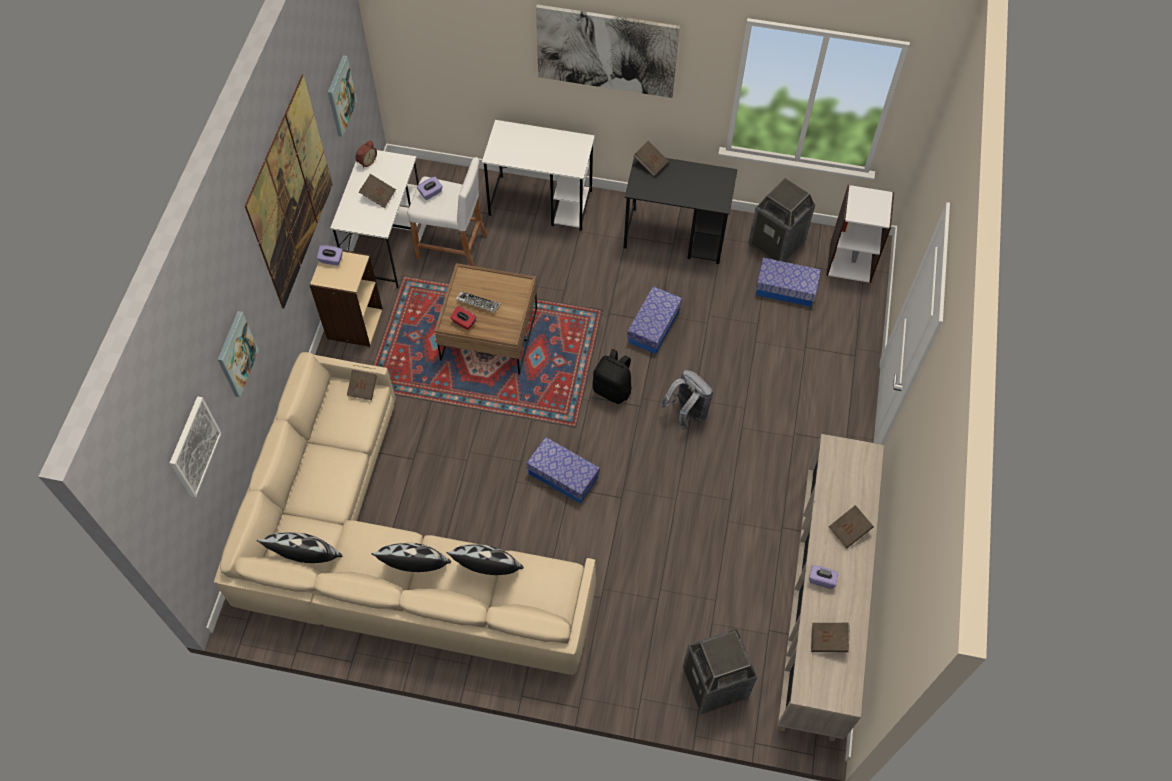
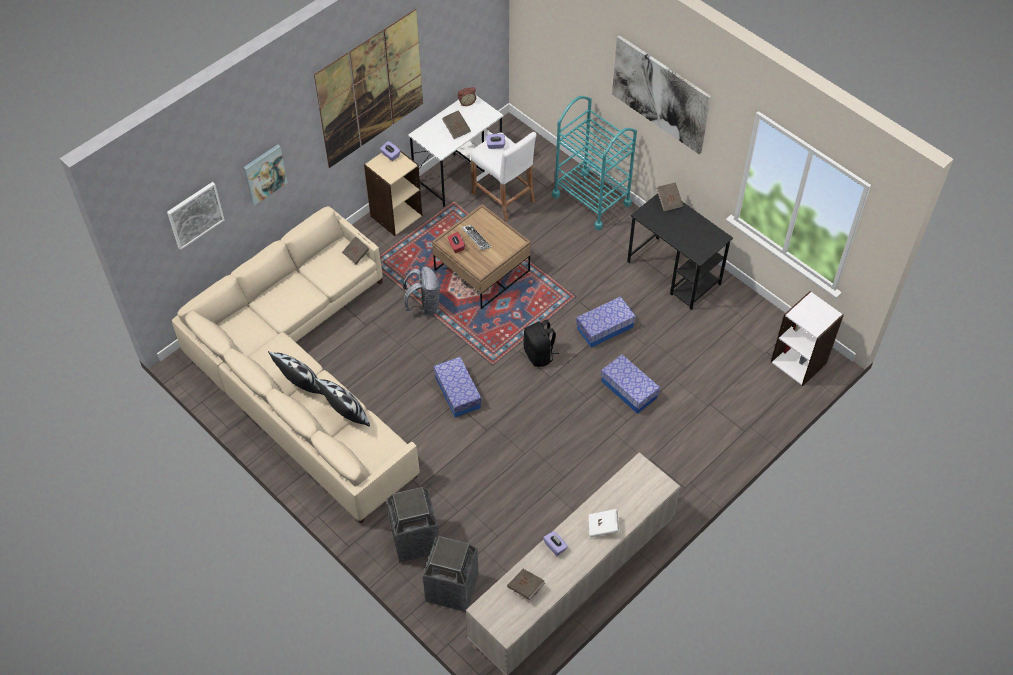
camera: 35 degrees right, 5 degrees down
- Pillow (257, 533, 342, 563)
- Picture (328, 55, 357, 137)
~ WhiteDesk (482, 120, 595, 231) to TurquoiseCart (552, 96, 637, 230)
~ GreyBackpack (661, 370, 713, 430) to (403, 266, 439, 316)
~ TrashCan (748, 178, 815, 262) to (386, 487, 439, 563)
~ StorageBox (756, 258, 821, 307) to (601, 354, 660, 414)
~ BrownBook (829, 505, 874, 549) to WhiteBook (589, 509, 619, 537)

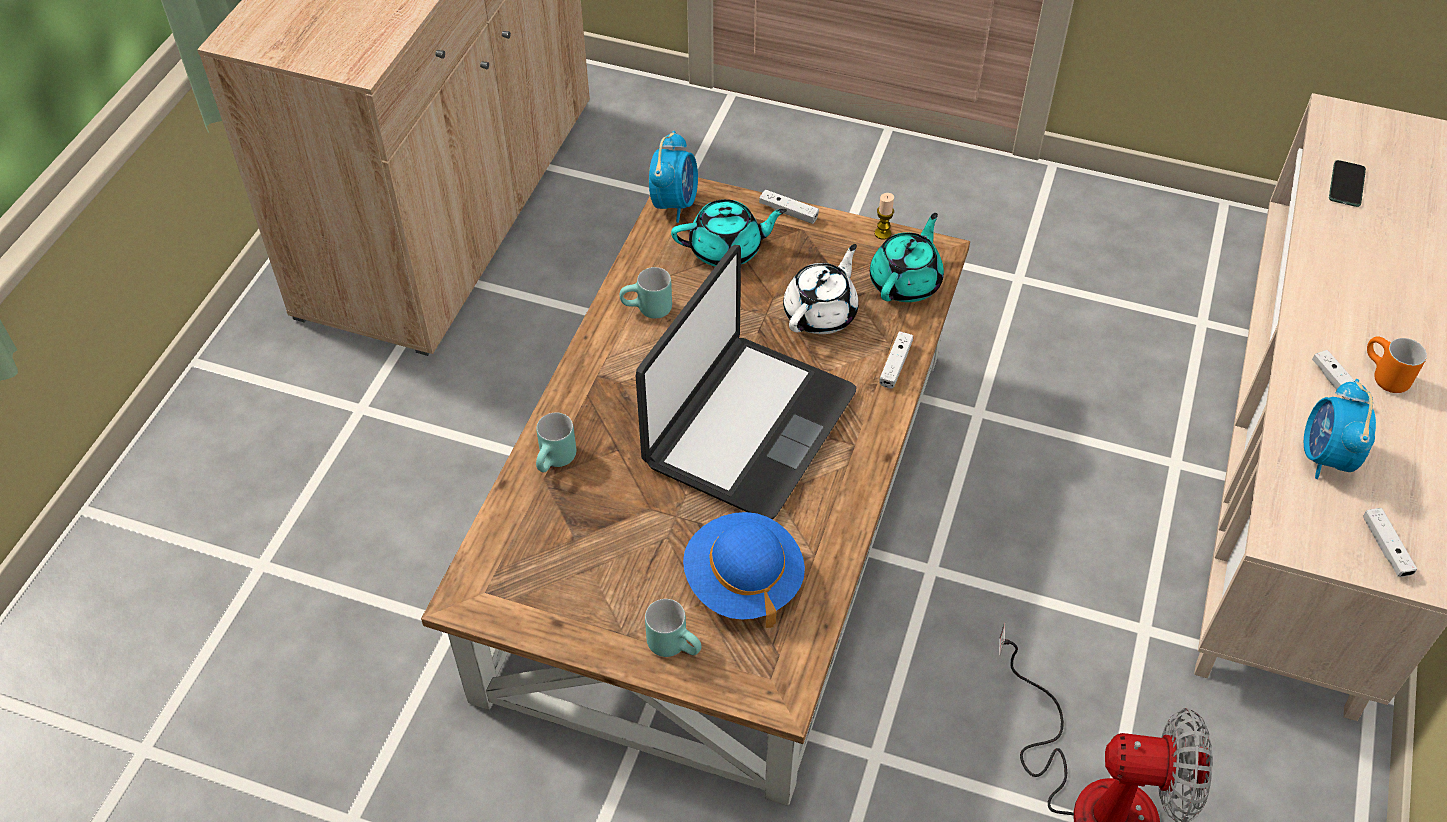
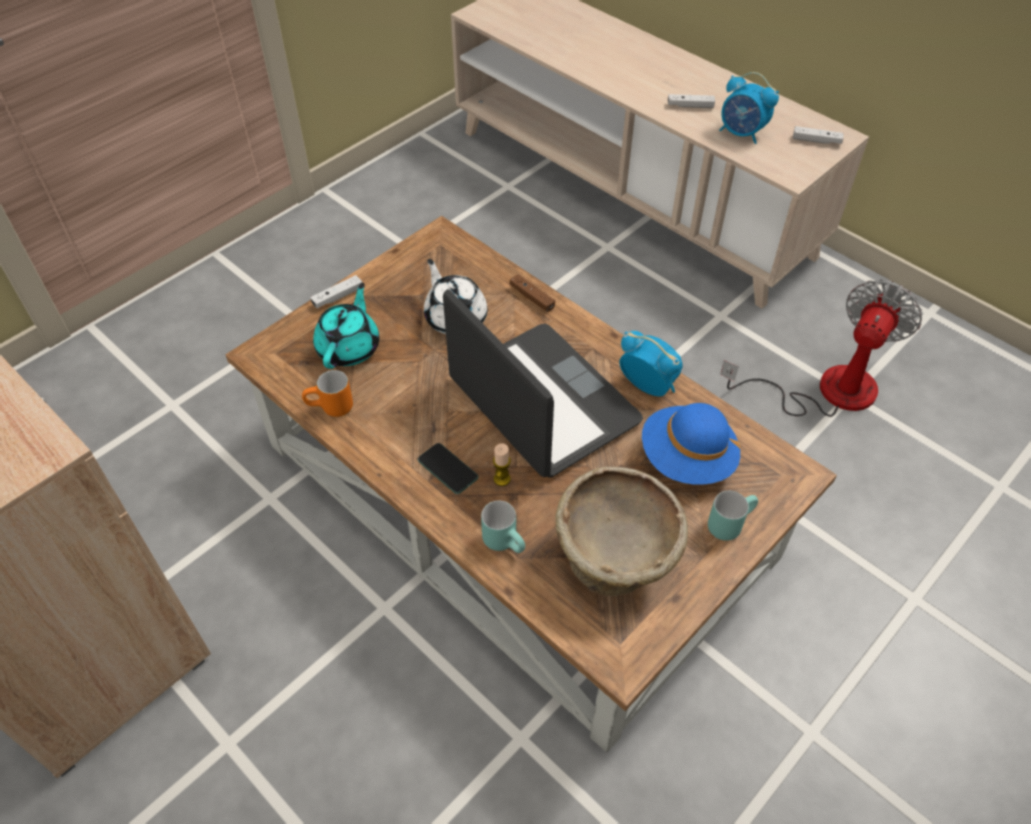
camera: 65 degrees left, 0 degrees up
- TurquoiseMug (619, 267, 672, 319)
~ AlarmClock (649, 131, 698, 223) to (619, 331, 683, 396)
- TurquoiseTeapot (870, 213, 944, 302)
~ Candle (875, 193, 894, 240) to (493, 443, 511, 486)
~ WhiteGameController (879, 331, 913, 388) to BrownGameController (510, 274, 555, 312)
~ Phone (1329, 160, 1366, 207) to (417, 443, 479, 494)
~ OrangeMug (1367, 336, 1427, 393) to (302, 370, 353, 417)
+ BeigeBowl (556, 467, 688, 596)

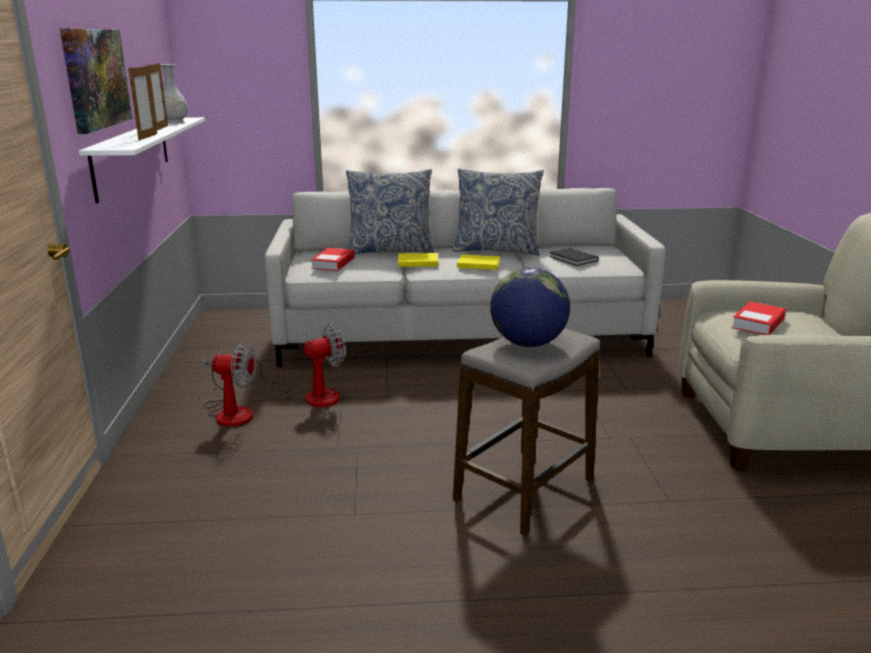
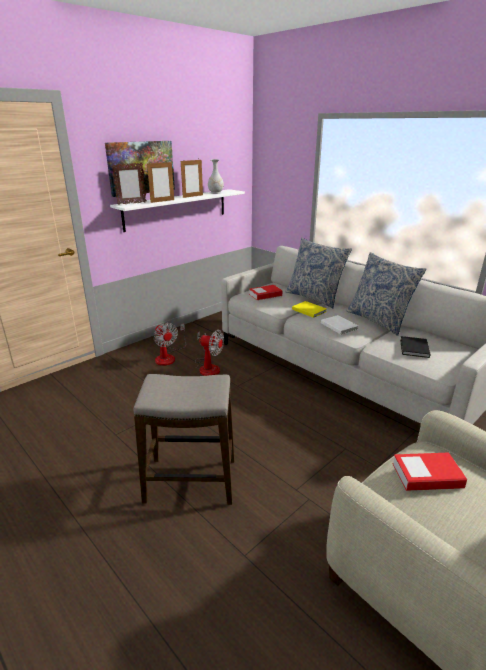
camera: 50 degrees right, 5 degrees up
~ YellowBook (457, 255, 500, 270) to WhiteBook (321, 315, 358, 334)
- Globe (490, 267, 570, 347)
+ PictureFrame (112, 162, 146, 205)

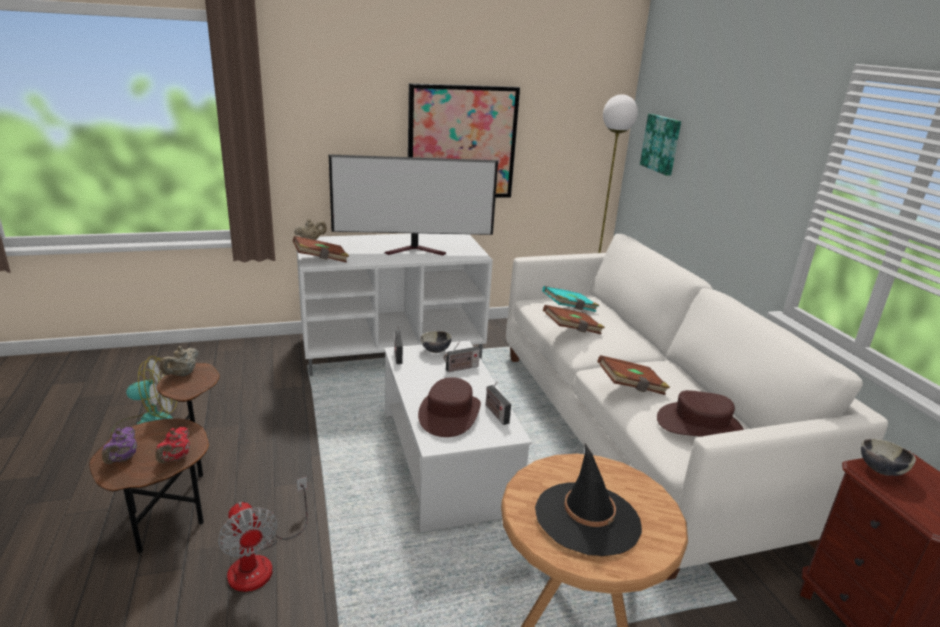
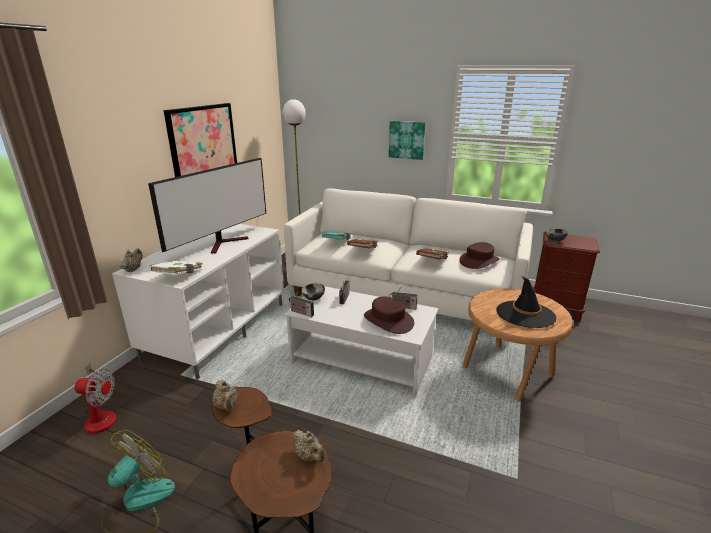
camera: 50 degrees left, 0 degrees up
- PurpleTeapot (102, 427, 137, 464)
~ RedTeapot (155, 427, 190, 463) to BeigeTeapot (293, 430, 325, 462)
~ Fan (218, 476, 307, 592) to (75, 363, 117, 434)
~ BrownBook (293, 236, 349, 263) to WhiteBook (148, 261, 203, 275)
~ Picture (640, 114, 681, 176) to (389, 121, 426, 160)

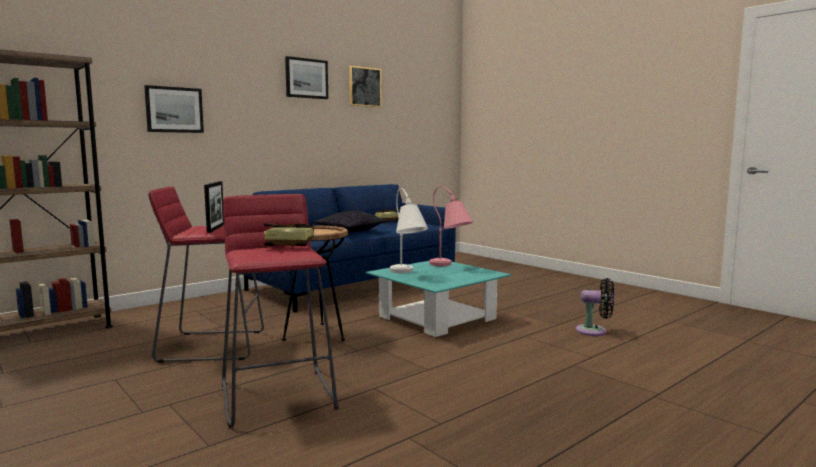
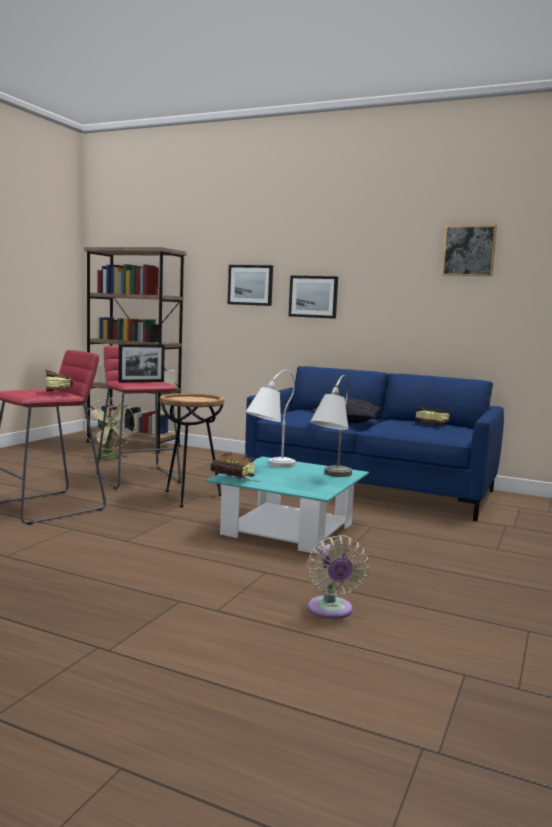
camera: 65 degrees right, 0 degrees up
~ Picture (285, 56, 328, 99) to (289, 276, 338, 319)
~ PinkTableLamp (429, 186, 473, 266) to GreyTableLamp (310, 375, 352, 477)
~ BlackFan (576, 278, 614, 336) to BeigeFan (307, 535, 369, 619)
+ GreenFan (83, 398, 136, 460)
+ Book (211, 452, 260, 482)

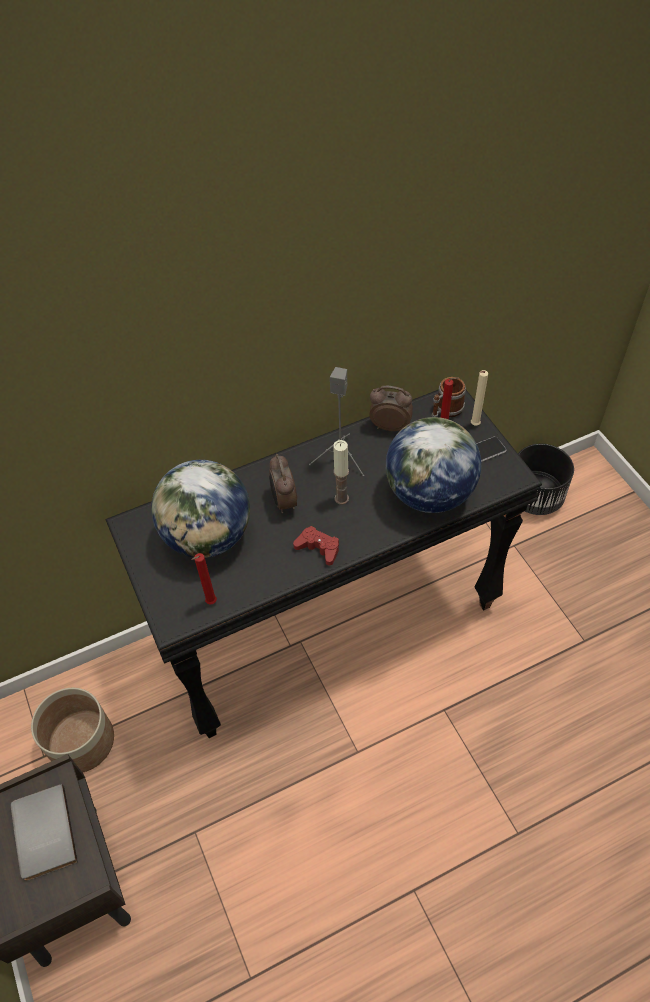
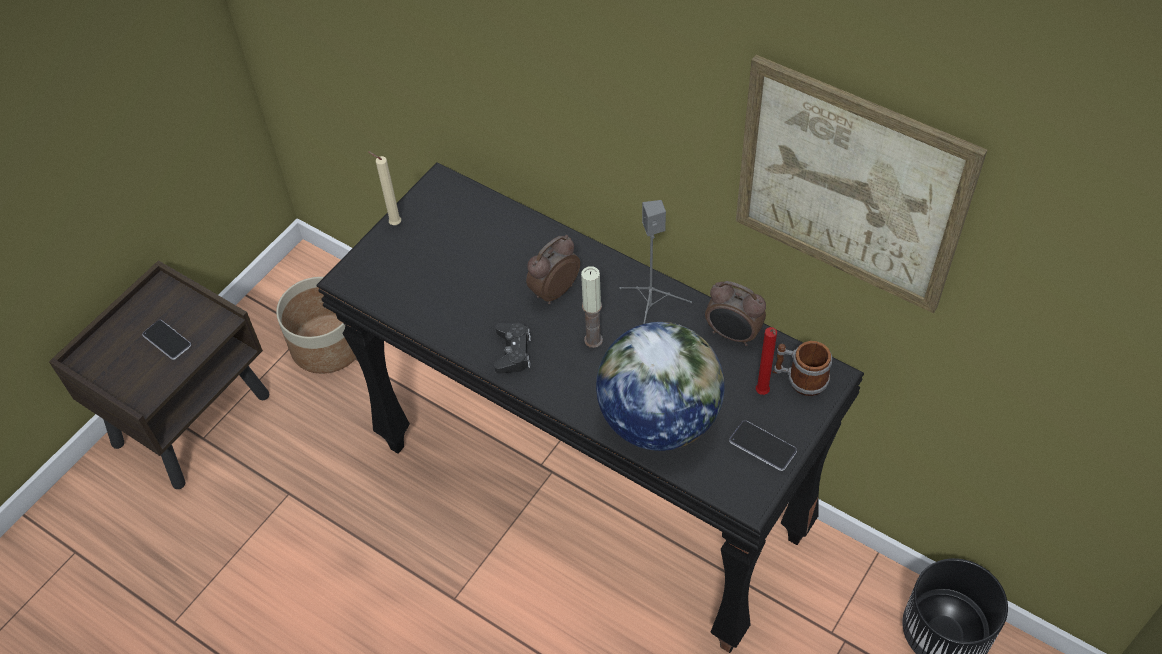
camera: 60 degrees right, 0 degrees up
~ GreyBook (11, 784, 78, 881) to Phone (142, 320, 191, 360)
- Globe (151, 460, 250, 558)
- RedCandle (192, 553, 217, 605)
~ RedGameController (293, 526, 339, 565) to BlackGameController (494, 323, 531, 374)
~ AlarmClock (369, 386, 413, 431) = (705, 281, 766, 346) 135 degrees clockwise
~ BeigeCandle (471, 370, 488, 426) to (368, 151, 401, 225)
+ Picture (736, 55, 987, 313)

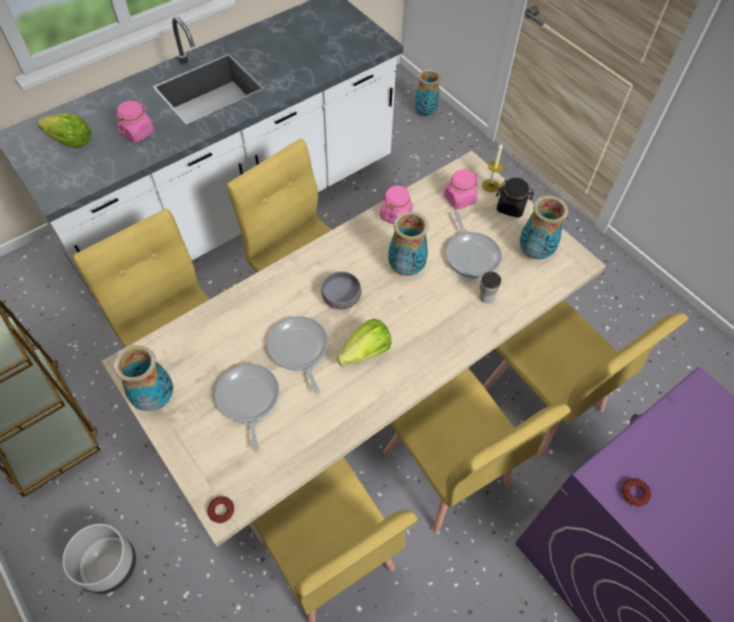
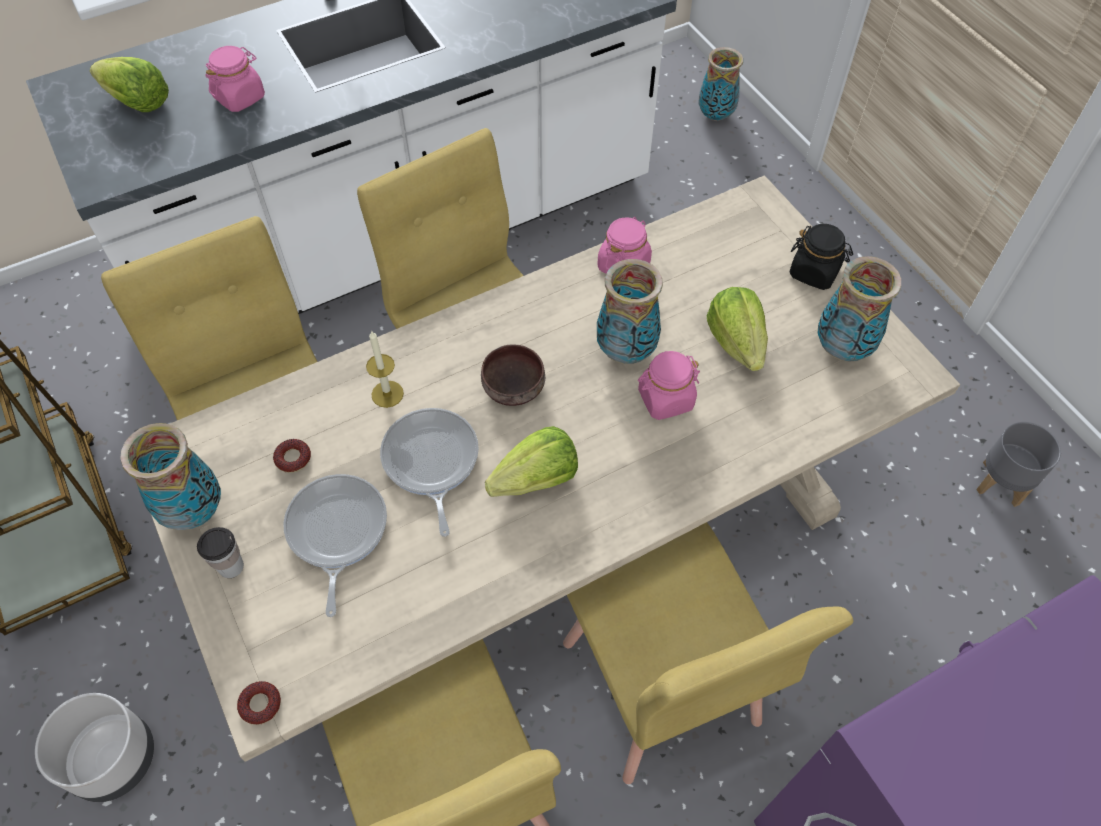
camera: 10 degrees right, 0 degrees up
~ GreyBowl (321, 271, 361, 309) to BrownBowl (481, 344, 545, 406)
~ PinkJar (444, 169, 478, 210) to (638, 351, 700, 420)
~ FryingPan (446, 211, 502, 279) to Lettuce (707, 287, 768, 371)
~ Cup (479, 272, 501, 303) to (197, 527, 244, 578)
~ Candle (482, 143, 503, 192) to (366, 330, 404, 408)
- YellowChair (483, 300, 688, 457)
~ Donut (621, 478, 651, 507) to (273, 439, 311, 473)
+ GreyPlanter (976, 422, 1061, 507)

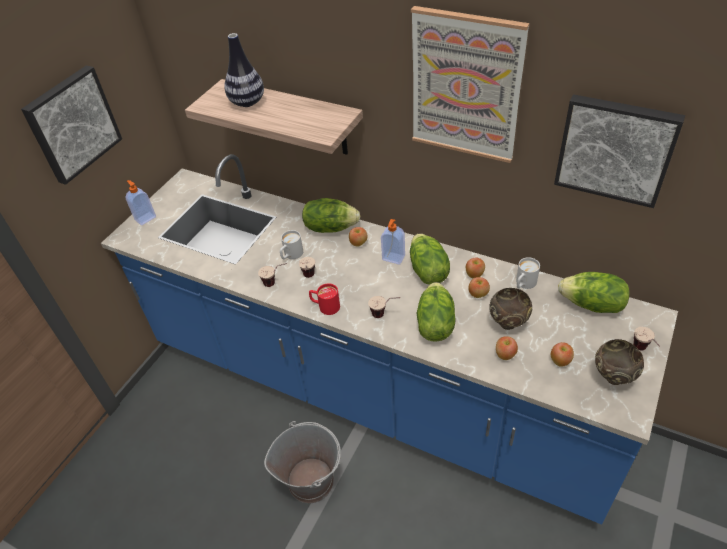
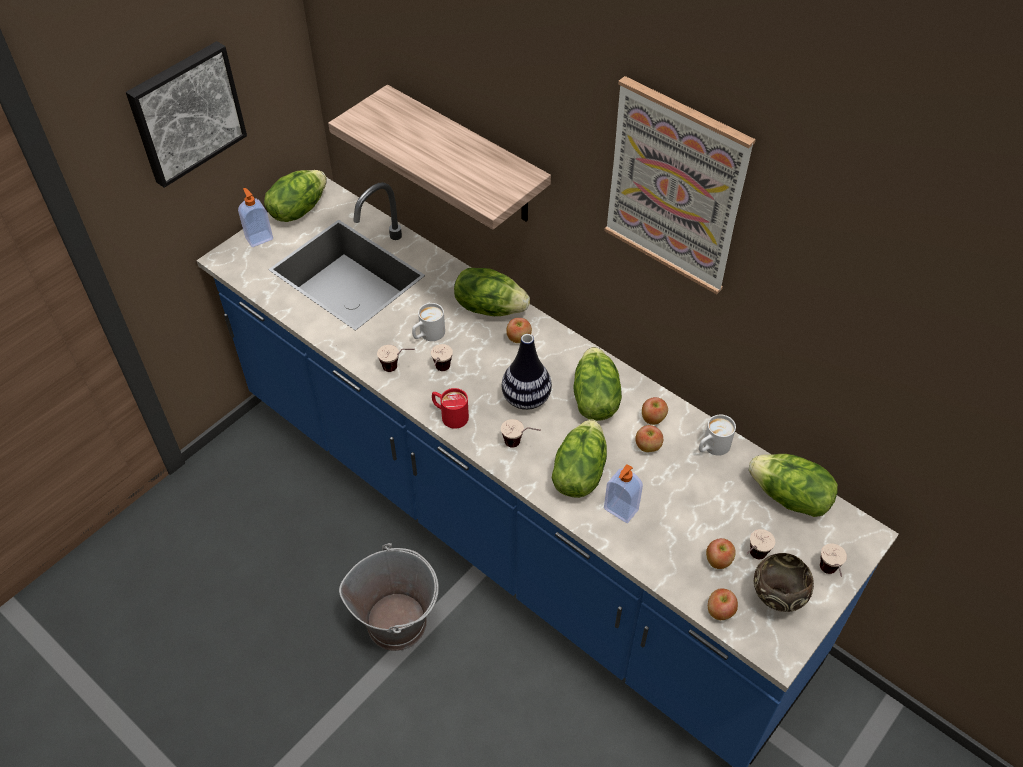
camera: 10 degrees right, 5 degrees up
~ Vase (225, 33, 264, 107) to (501, 334, 552, 410)
~ SoapDispenser (381, 219, 405, 265) to (604, 464, 643, 523)
- BrownBowl (489, 288, 532, 330)
~ Apple (496, 336, 518, 360) to (708, 588, 738, 620)
- Picture (554, 94, 685, 208)
+ Lettuce (264, 170, 327, 222)
+ Cup (746, 529, 775, 559)

